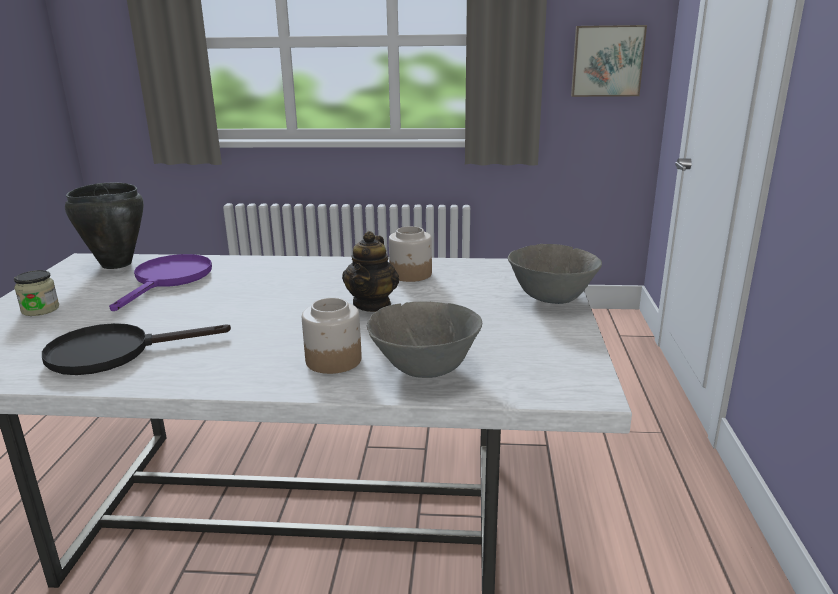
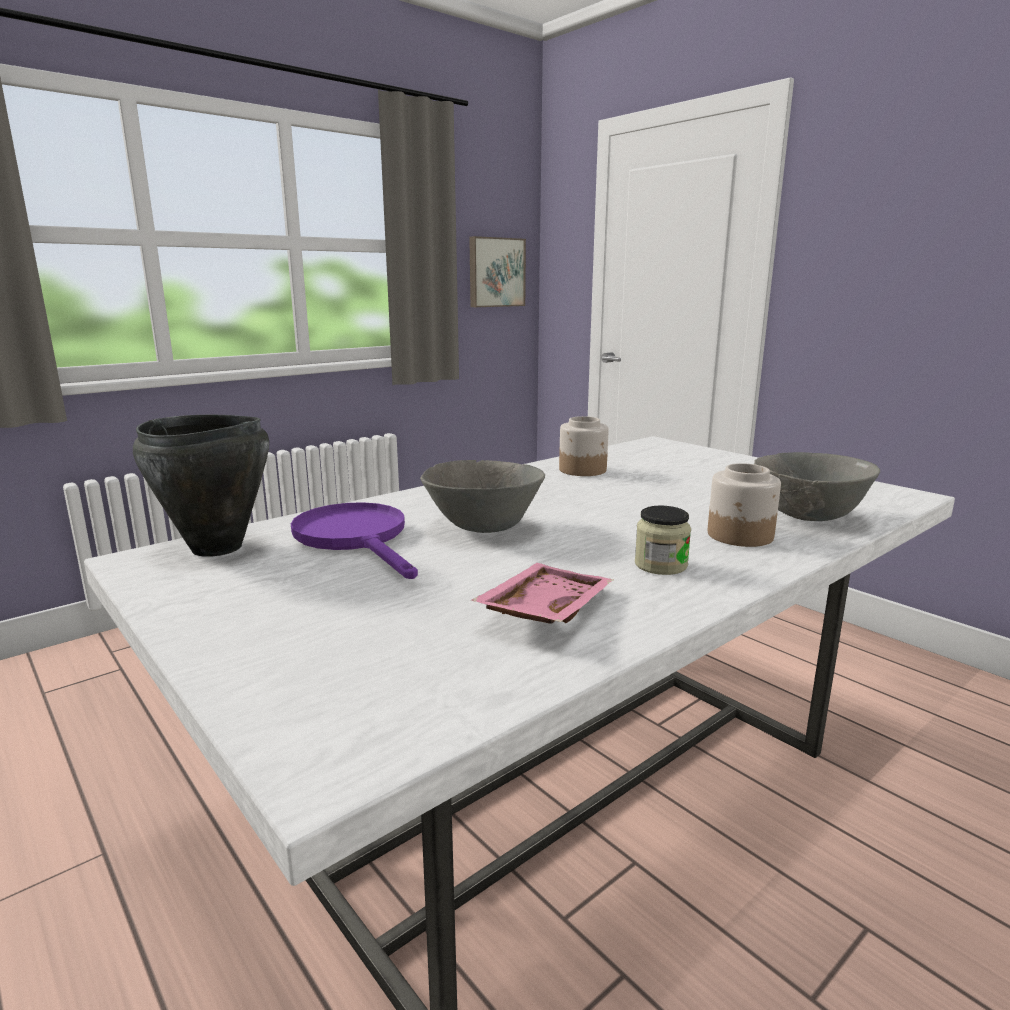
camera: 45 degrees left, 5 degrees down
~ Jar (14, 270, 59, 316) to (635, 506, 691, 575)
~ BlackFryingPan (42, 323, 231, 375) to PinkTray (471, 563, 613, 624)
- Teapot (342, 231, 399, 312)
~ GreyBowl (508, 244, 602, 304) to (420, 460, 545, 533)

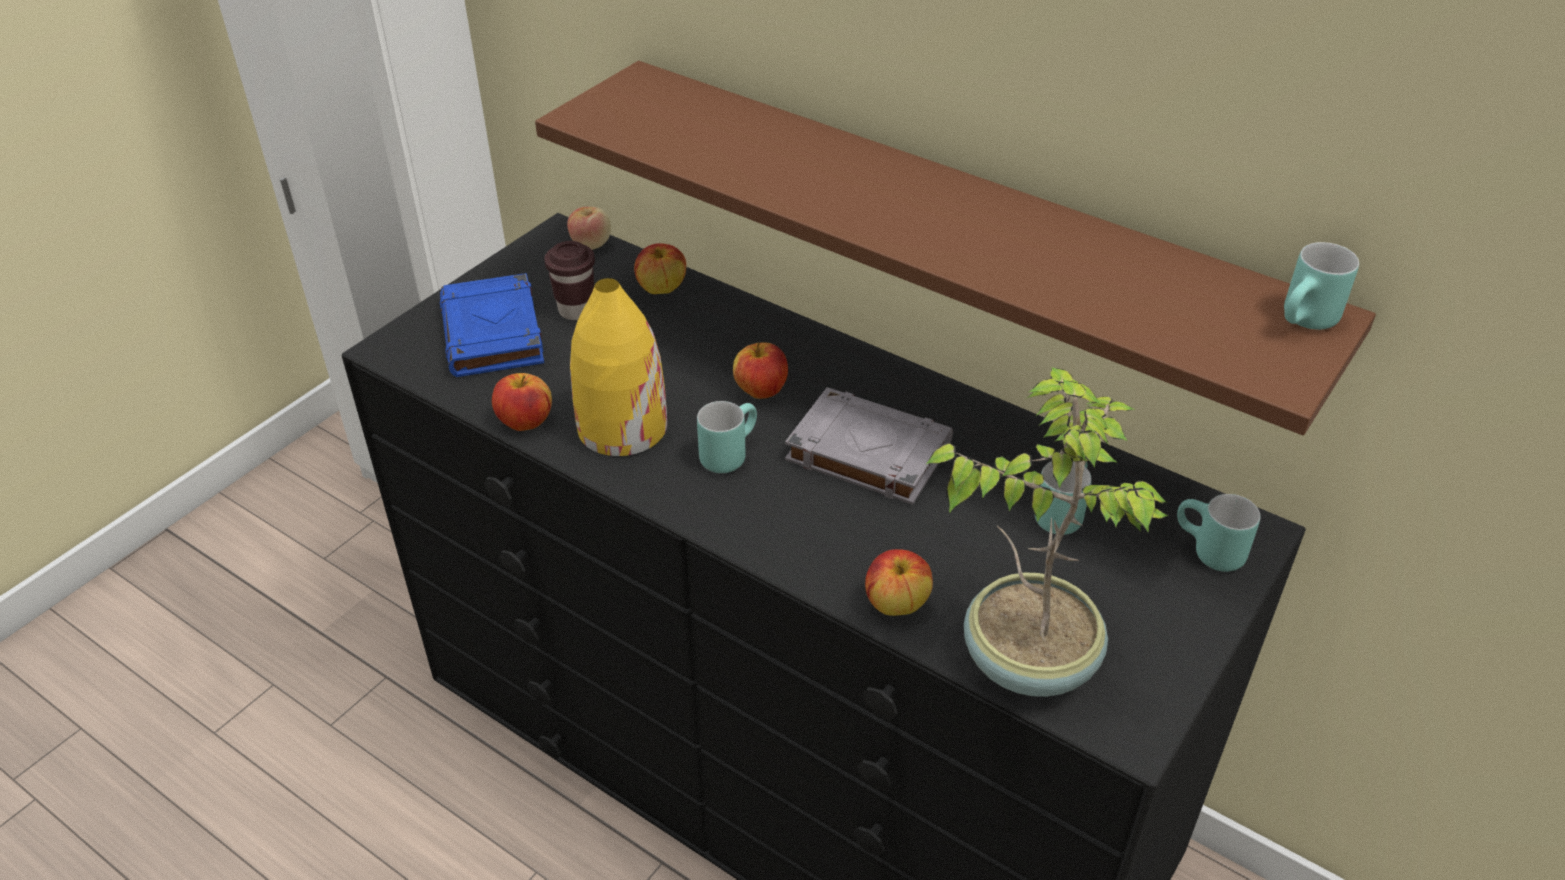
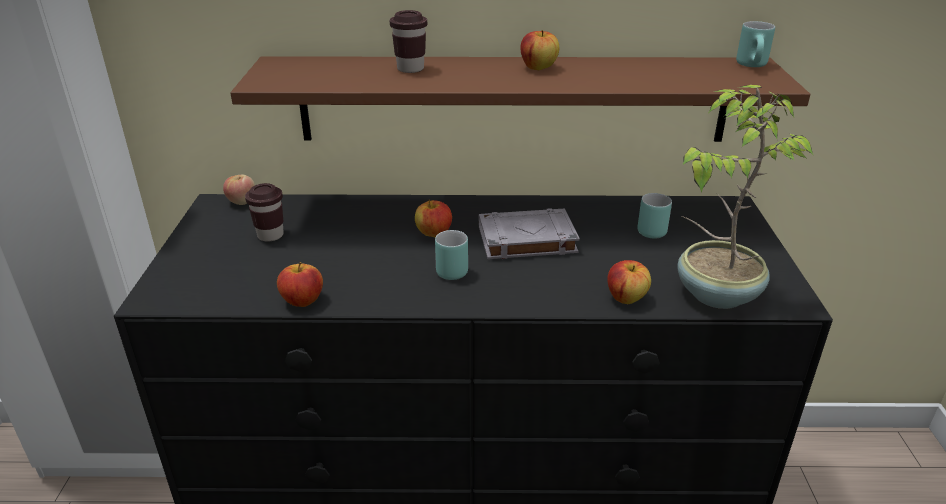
camera: 35 degrees left, 10 degrees down
- BlueBook (440, 273, 544, 377)
- YellowVase (570, 278, 667, 456)
~ Apple (634, 243, 686, 294) to (521, 30, 559, 70)
- TurquoiseMug (1177, 494, 1260, 572)
+ BrownCup (390, 10, 427, 73)

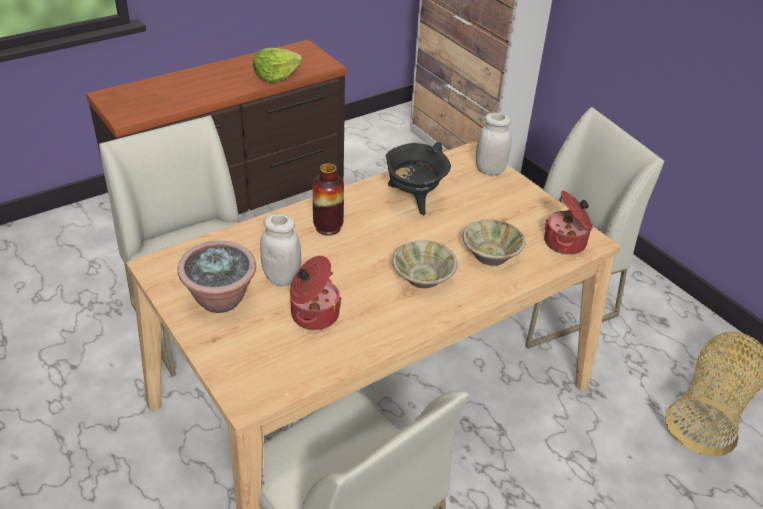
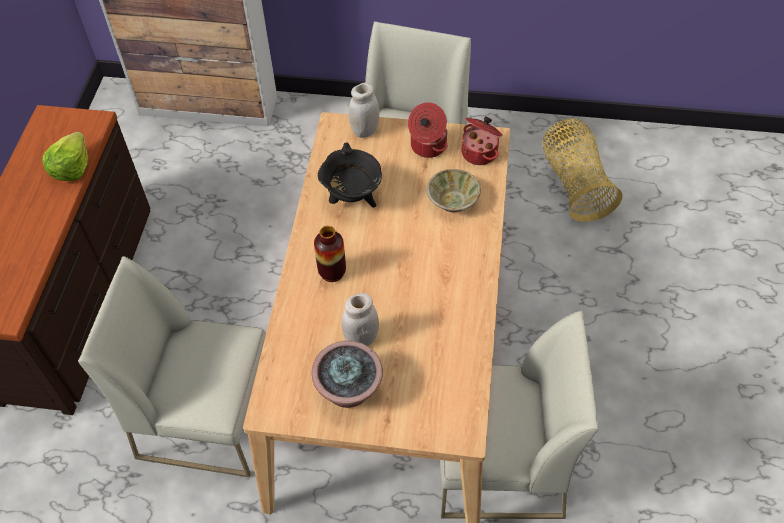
camera: 45 degrees left, 15 degrees up
~ CookingPot (290, 256, 342, 330) to (408, 102, 448, 158)
- BeigeBowl (392, 240, 458, 288)

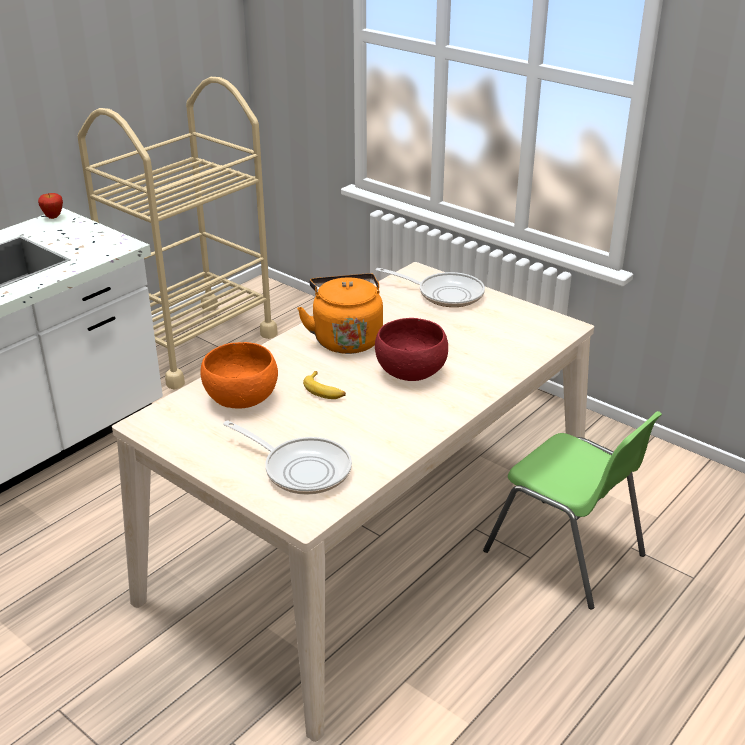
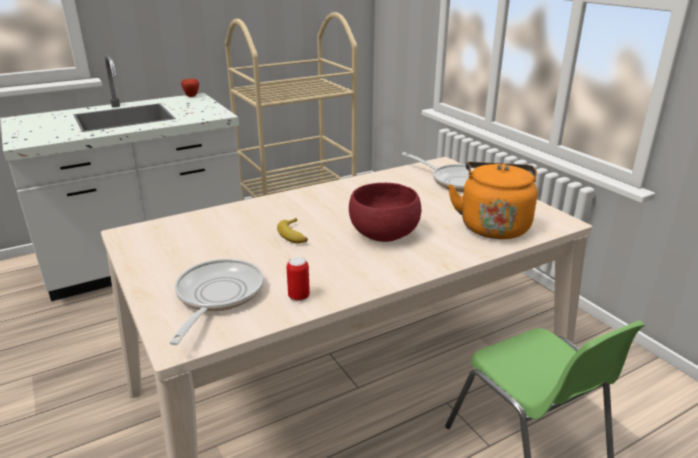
camera: 20 degrees right, 5 degrees down
- OrangeBowl (201, 342, 278, 409)
~ FryingPan (223, 420, 352, 495) = (169, 259, 264, 345) 135 degrees counterclockwise
~ OrangeKettle (297, 273, 383, 354) to (448, 162, 537, 239)
+ Can (286, 257, 310, 301)

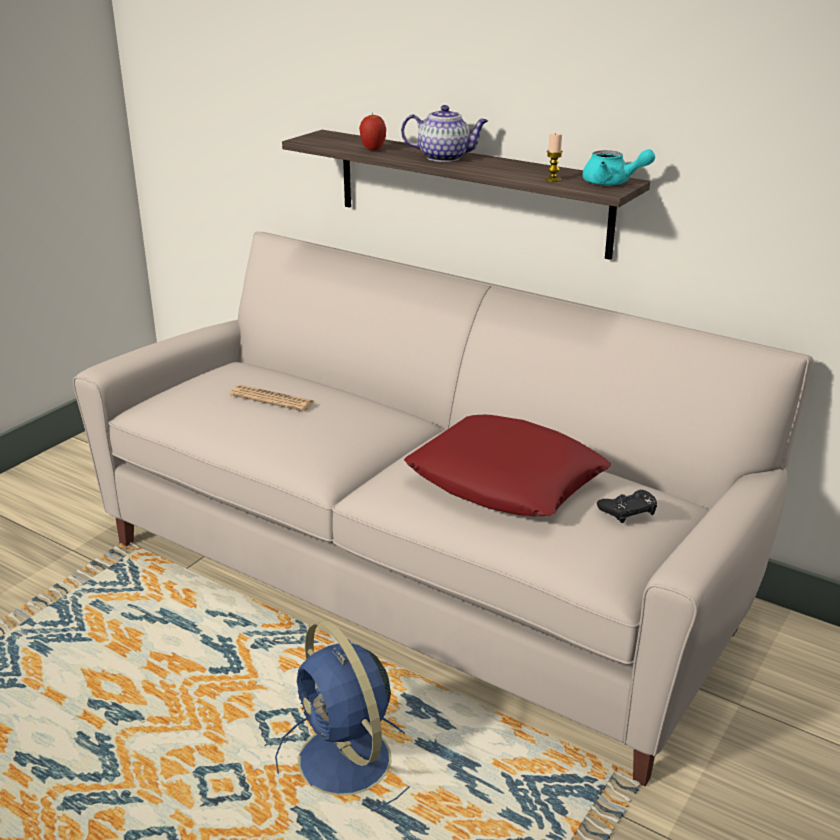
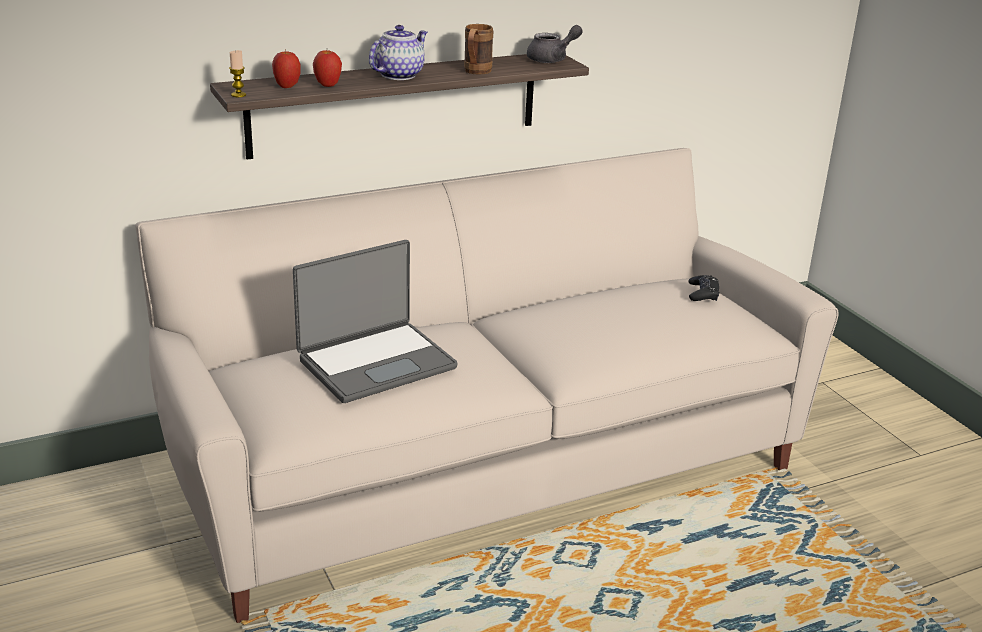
camera: 60 degrees left, 0 degrees up
~ Newspaper (230, 385, 314, 411) to Laptop (293, 240, 458, 403)
- BlueFan (275, 620, 410, 812)
- RedPillow (404, 415, 611, 516)
~ Candle (545, 134, 563, 182) to (229, 50, 246, 97)
~ TurquoiseTeapot (583, 149, 655, 186) to GreyTeapot (527, 25, 583, 63)
+ Apple (272, 49, 301, 88)
+ BrownMug (464, 24, 493, 74)

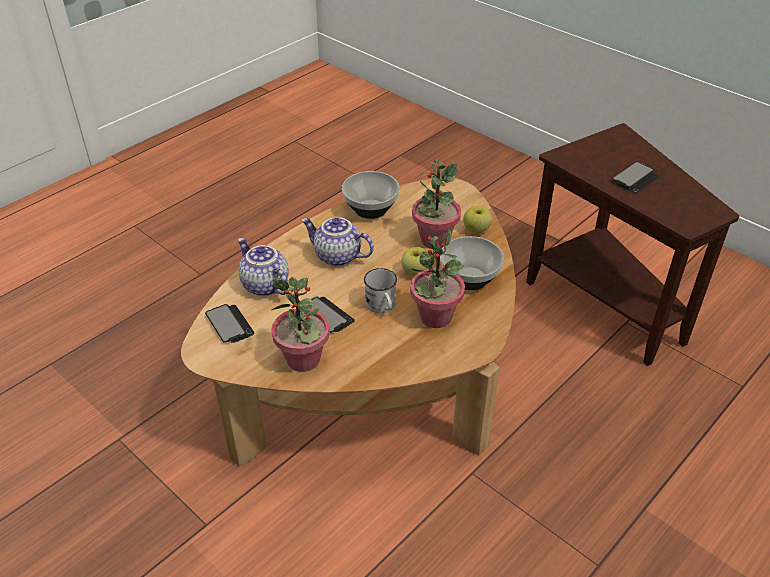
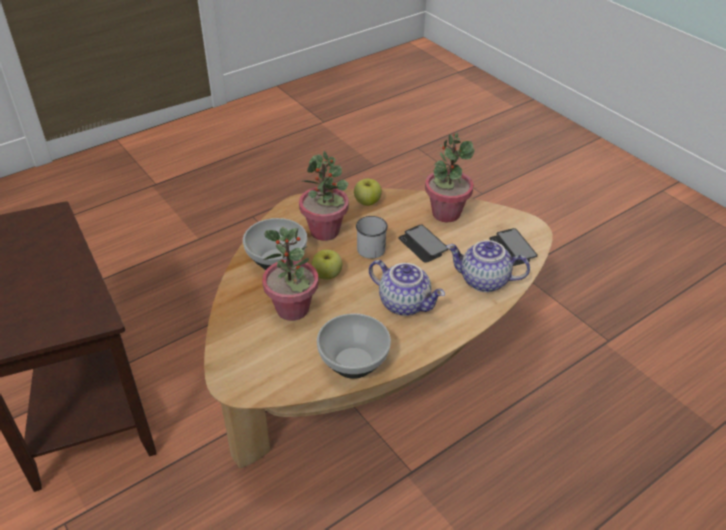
camera: 170 degrees left, 0 degrees up
~ Teapot (238, 238, 289, 296) = (446, 240, 530, 292) 135 degrees clockwise
~ Apple (463, 206, 492, 233) to (354, 179, 382, 206)
- Phone (612, 162, 660, 194)

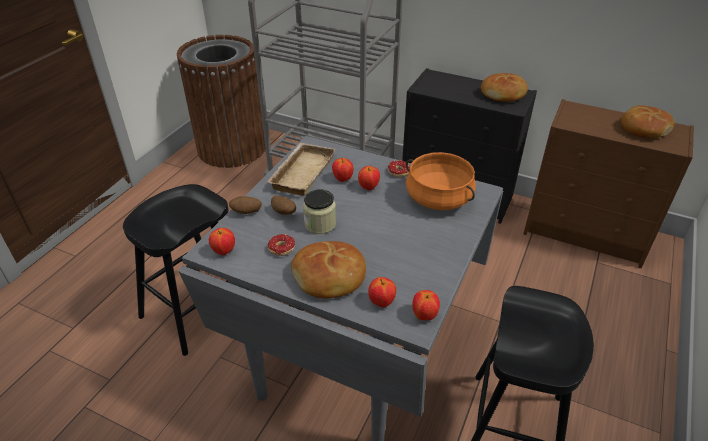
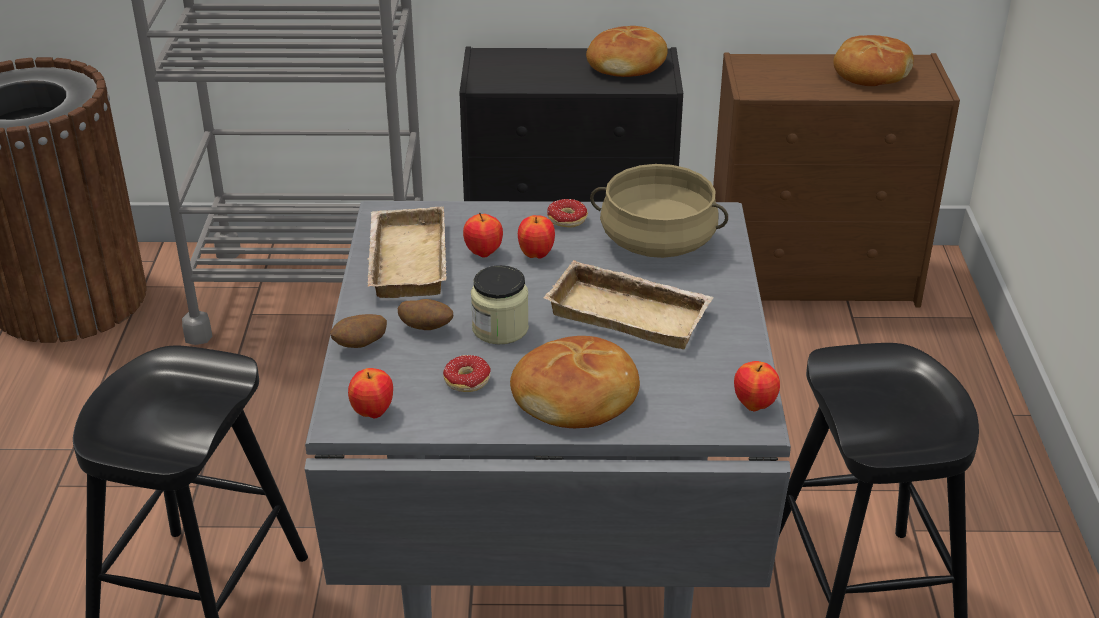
camera: 25 degrees left, 5 degrees down
- Apple (368, 277, 396, 307)
~ OrangeCookingPot (406, 152, 476, 210) to BeigeCookingPot (590, 164, 728, 258)
+ BeigeTray (544, 260, 714, 349)

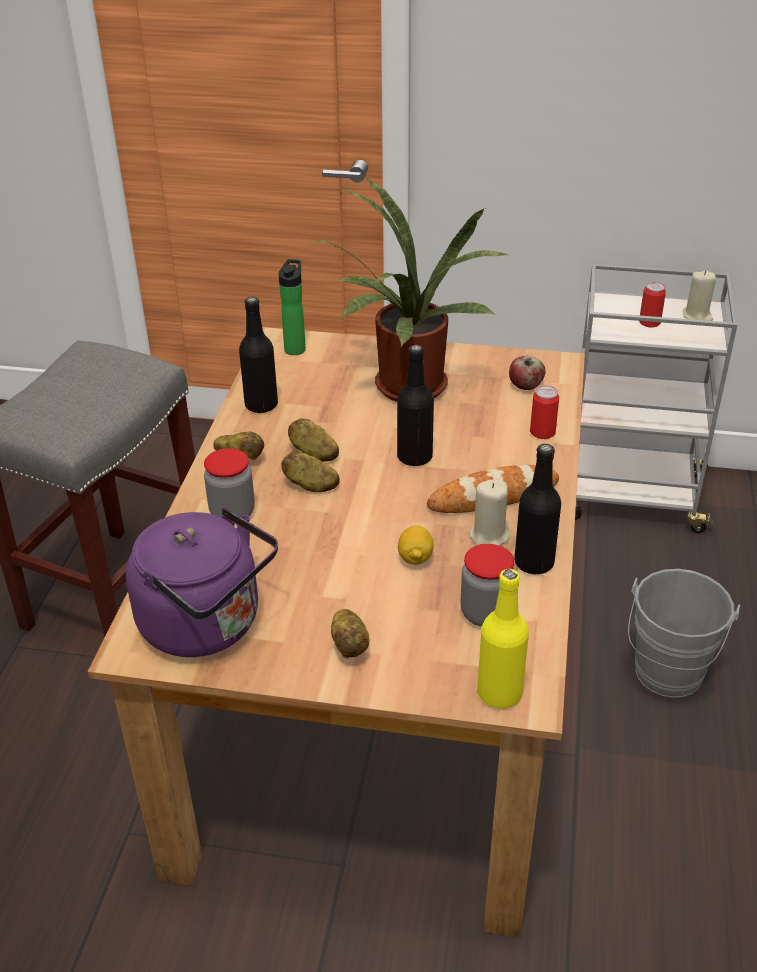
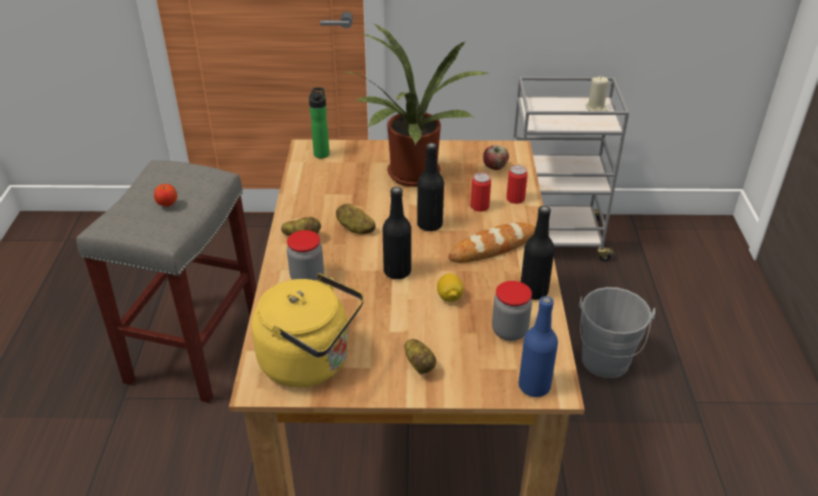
camera: 10 degrees left, 0 degrees up
~ PurpleKettle (126, 507, 278, 657) to YellowKettle (251, 273, 364, 387)
~ BlackBottle (239, 297, 278, 413) to (383, 187, 411, 279)
- Potato (281, 452, 340, 492)
- BeigeCandle (470, 480, 510, 546)
~ YellowBottle (477, 569, 529, 708) to BlueBottle (518, 296, 558, 397)
~ Can (639, 282, 666, 327) to (471, 172, 491, 212)
+ Apple (154, 184, 177, 207)

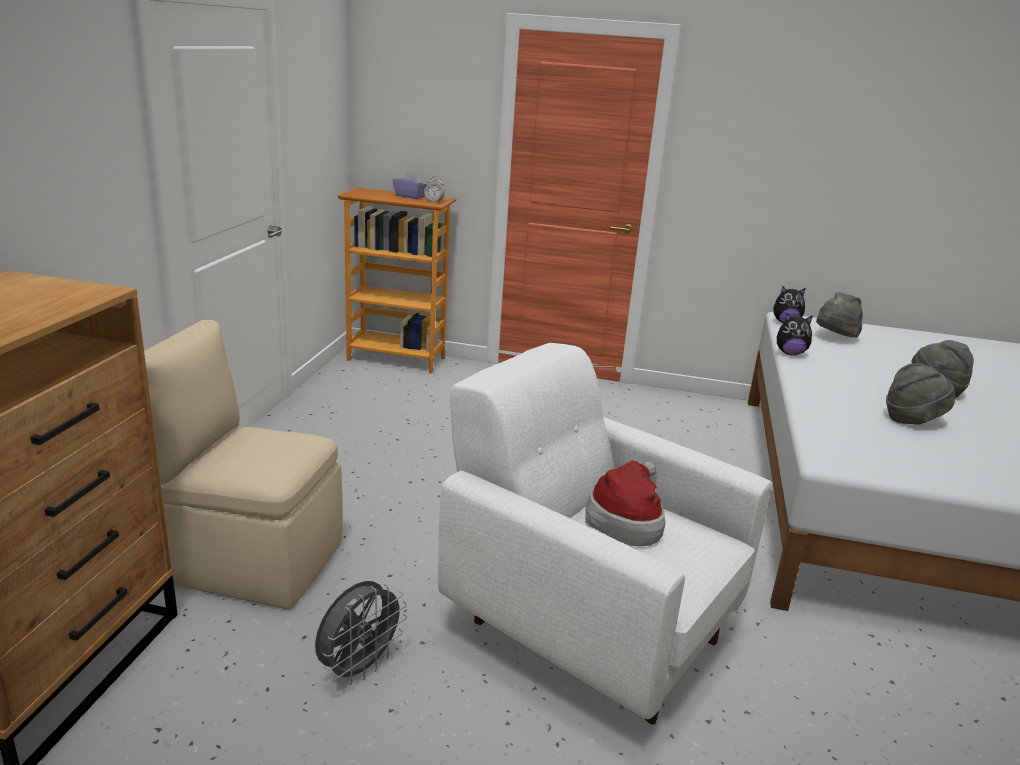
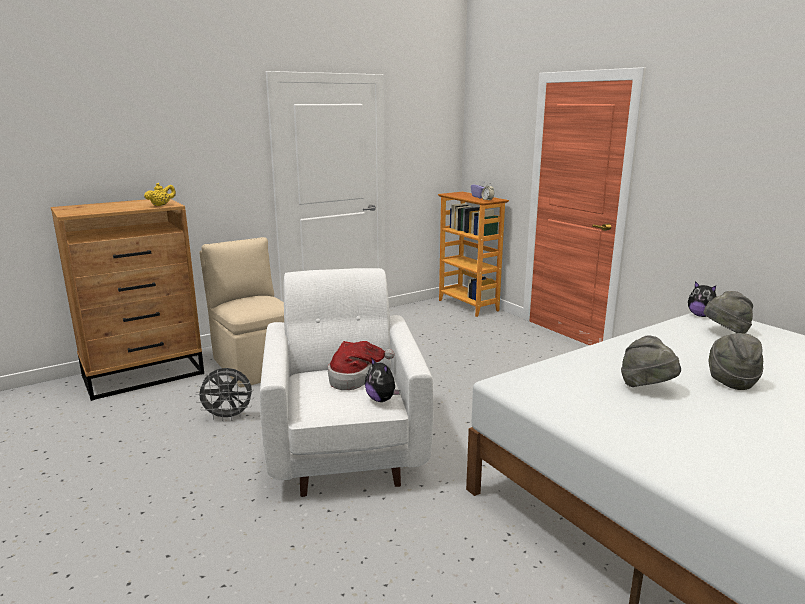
camera: 45 degrees right, 5 degrees down
~ PlushToy (777, 313, 813, 355) to (365, 357, 400, 402)
+ YellowTeapot (144, 183, 176, 206)

